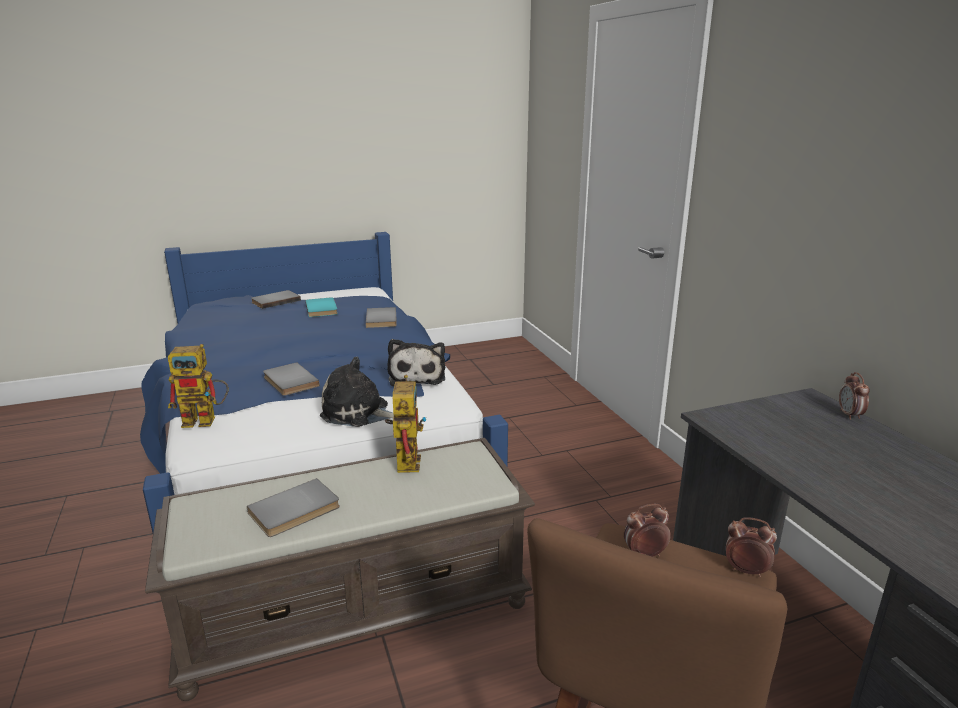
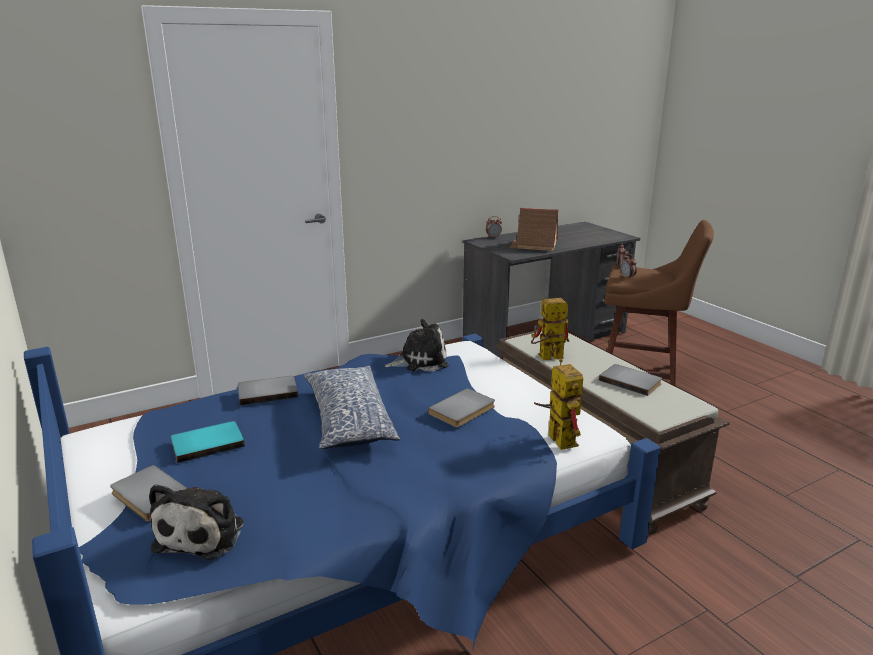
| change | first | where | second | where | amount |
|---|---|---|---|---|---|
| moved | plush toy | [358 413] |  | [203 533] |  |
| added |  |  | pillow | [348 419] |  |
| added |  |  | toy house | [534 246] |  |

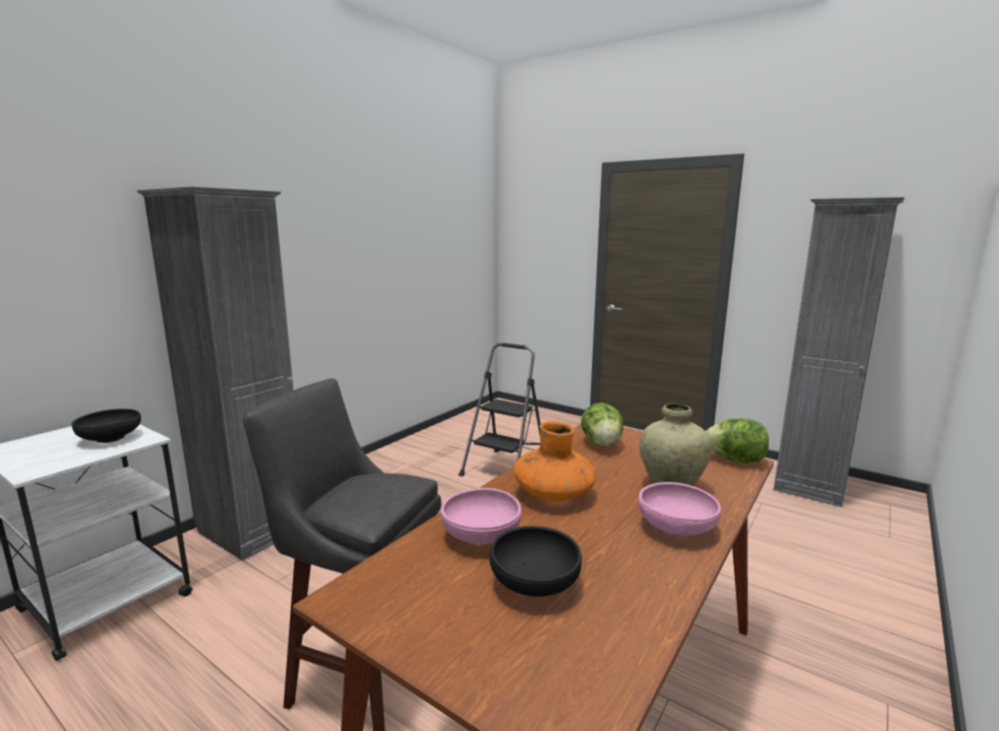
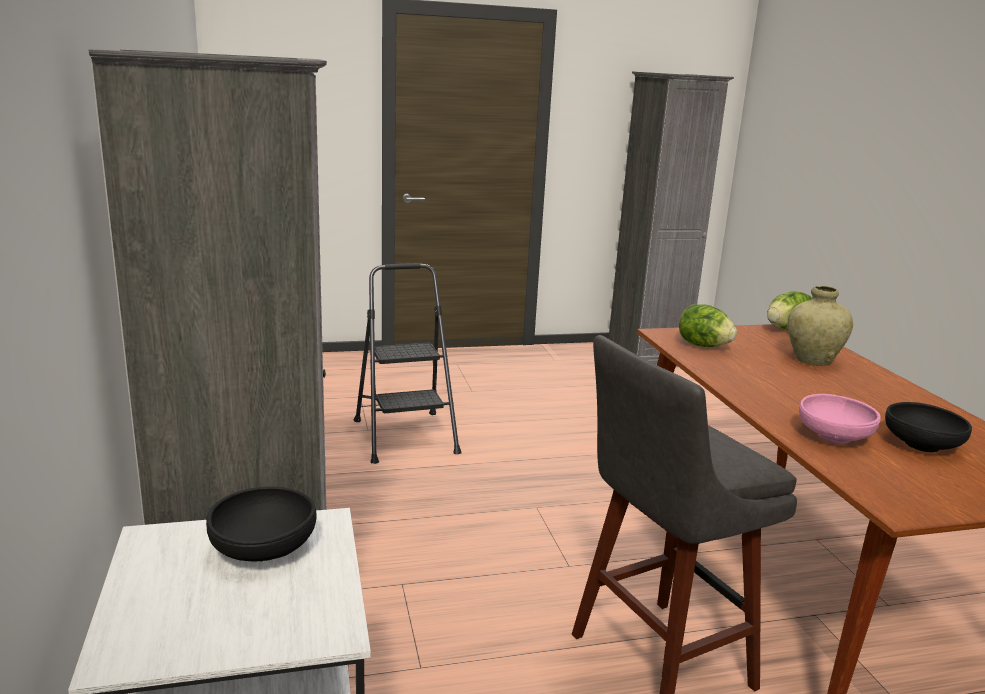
| change | first | where | second | where | amount |
|---|---|---|---|---|---|
| removed | orange vase | [553 493] |  |  |  |
| removed | pink bowl | [676 528] |  |  |  |

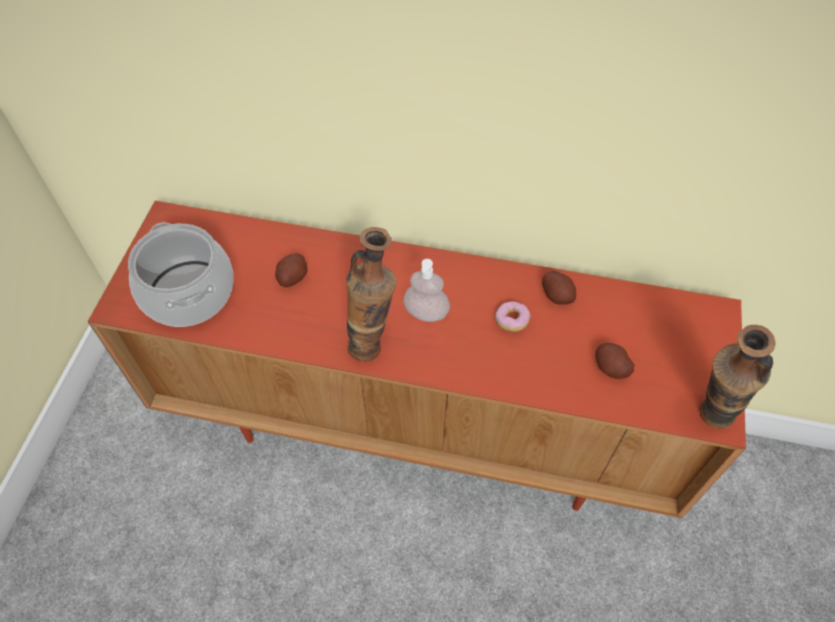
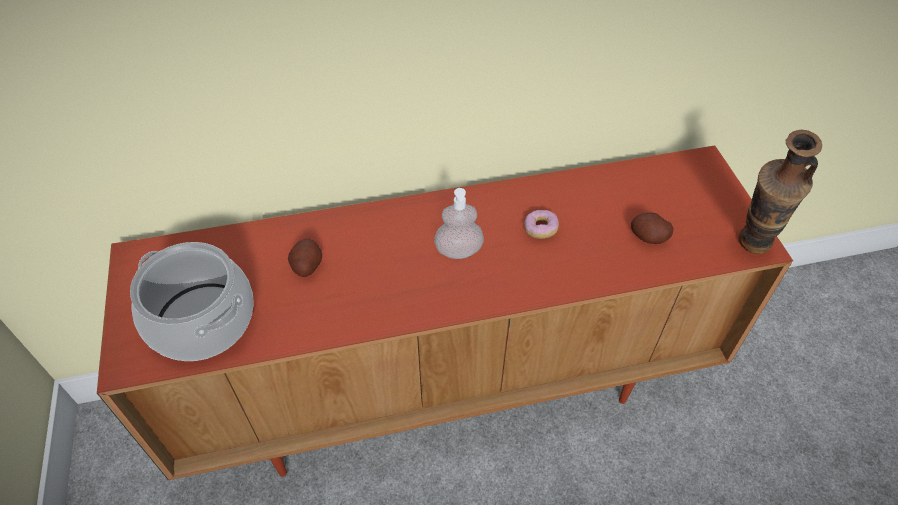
| change | first | where | second | where | amount |
|---|---|---|---|---|---|
| removed | vase | [373 343] |  |  |  |
| removed | potato | [557 295] |  |  |  |

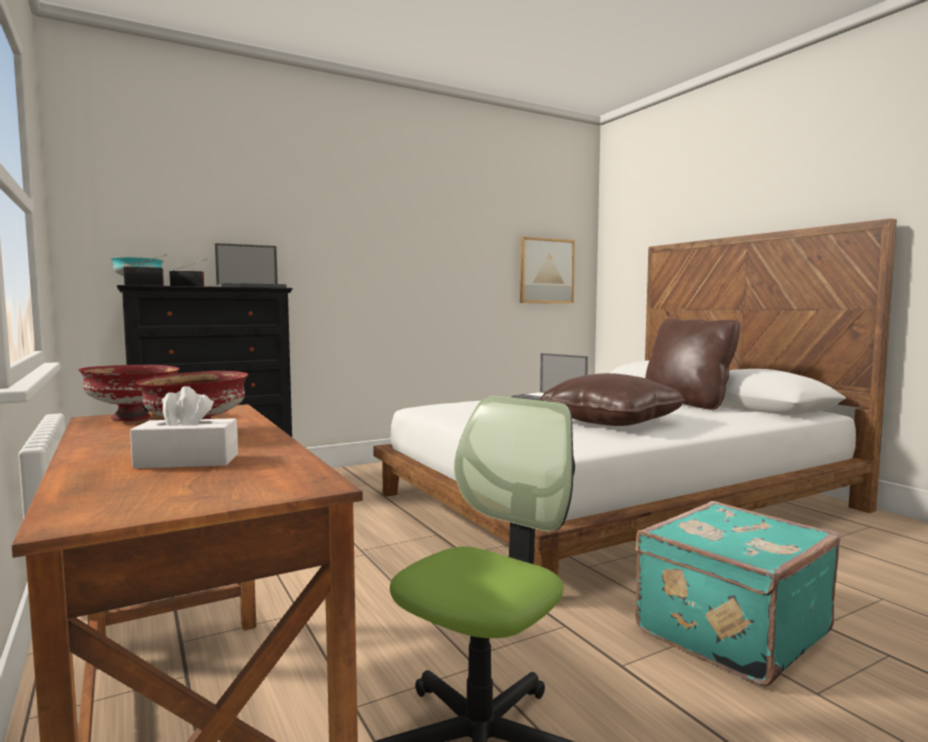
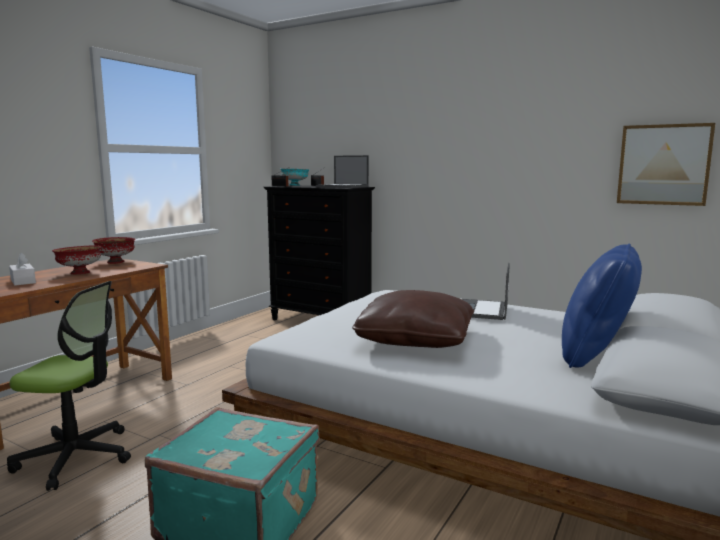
| change | first | where | second | where | amount |
|---|---|---|---|---|---|
| recoloured | brown pillow | [687 404] | blue pillow | [596 356] |  |

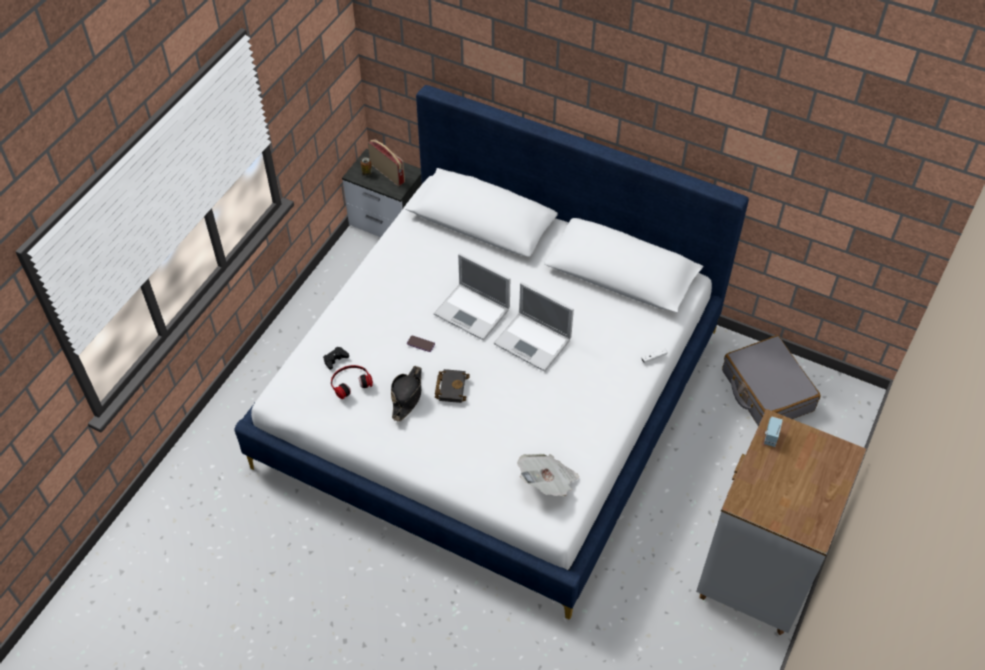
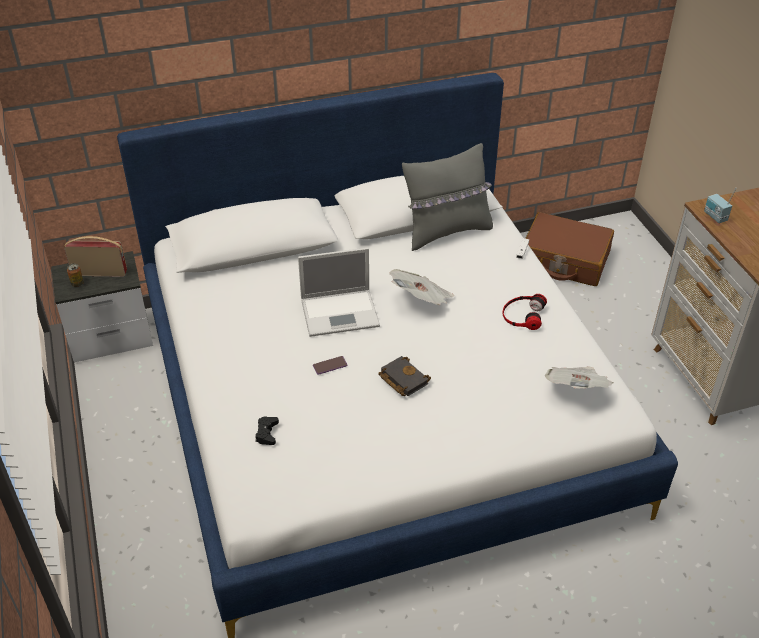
| change | first | where | second | where | amount |
|---|---|---|---|---|---|
| moved | headphones | [350 382] |  | [523 315] |  |
| removed | black hat | [407 396] |  |  |  |
| replaced | laptop | [533 342] | newspaper | [422 300] |  |
| recoloured | grey suitcase | [766 391] | brown suitcase | [564 260] |  |
| added |  |  | grey pillow | [446 232] |  |

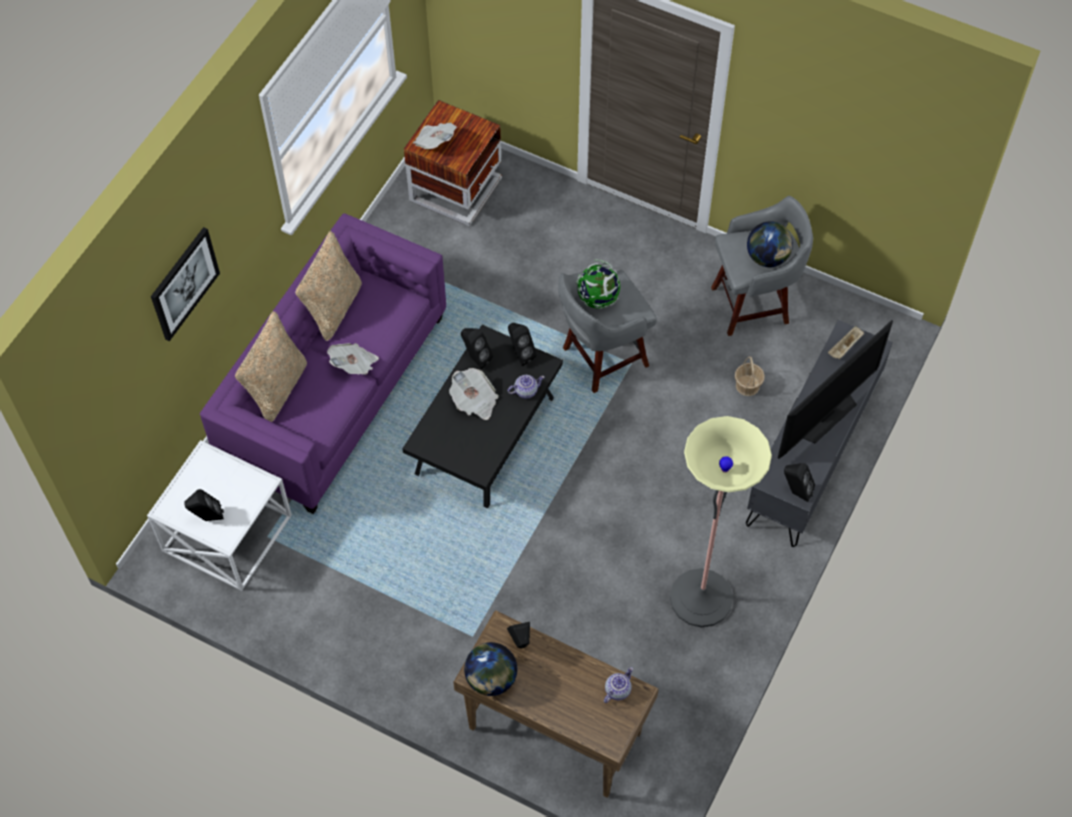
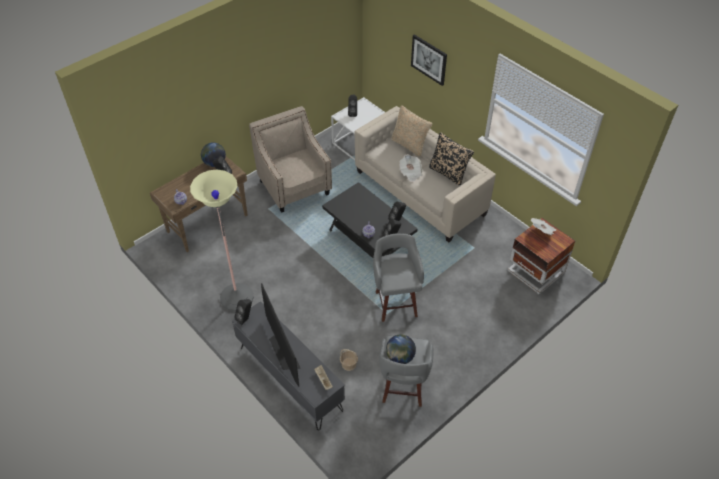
| change | first | where | second | where | amount |
|---|---|---|---|---|---|
| recoloured | purple sofa | [335 393] | beige sofa | [419 193] |  |
| recoloured | beige pillow | [334 308] | black pillow | [448 174] |  |
| removed | newspaper | [474 401] |  |  |  |
| removed | globe | [598 298] |  |  |  |
| added |  |  | beige armchair | [294 187] |  |

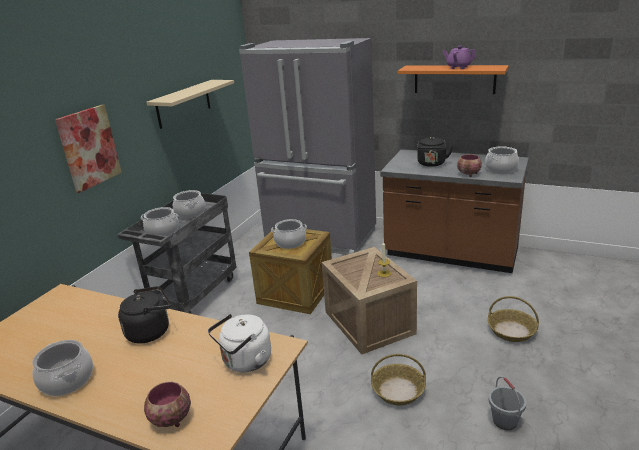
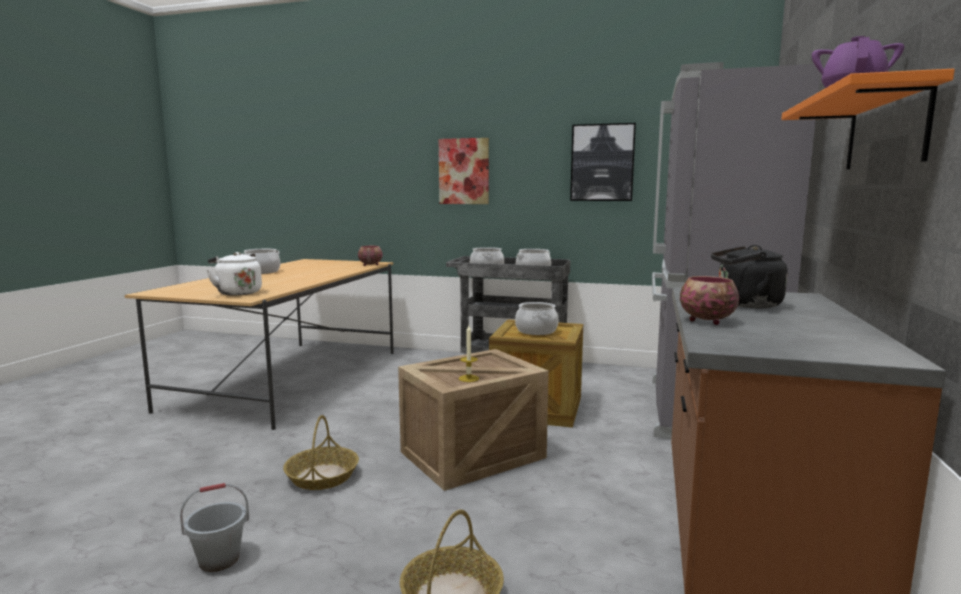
| change | first | where | second | where | amount |
|---|---|---|---|---|---|
| removed | black kettle | [151 331] |  |  |  |
| moved | bowl | [170 419] |  | [370 265] |  |
| replaced | beige shelf | [183 104] | picture | [602 163] |  |
| removed | cooking pot | [500 169] |  |  |  |

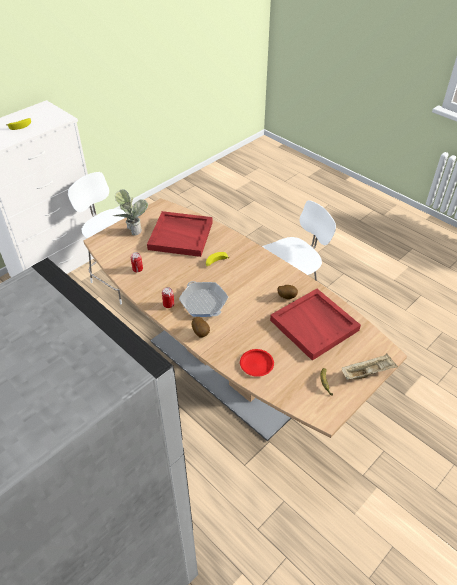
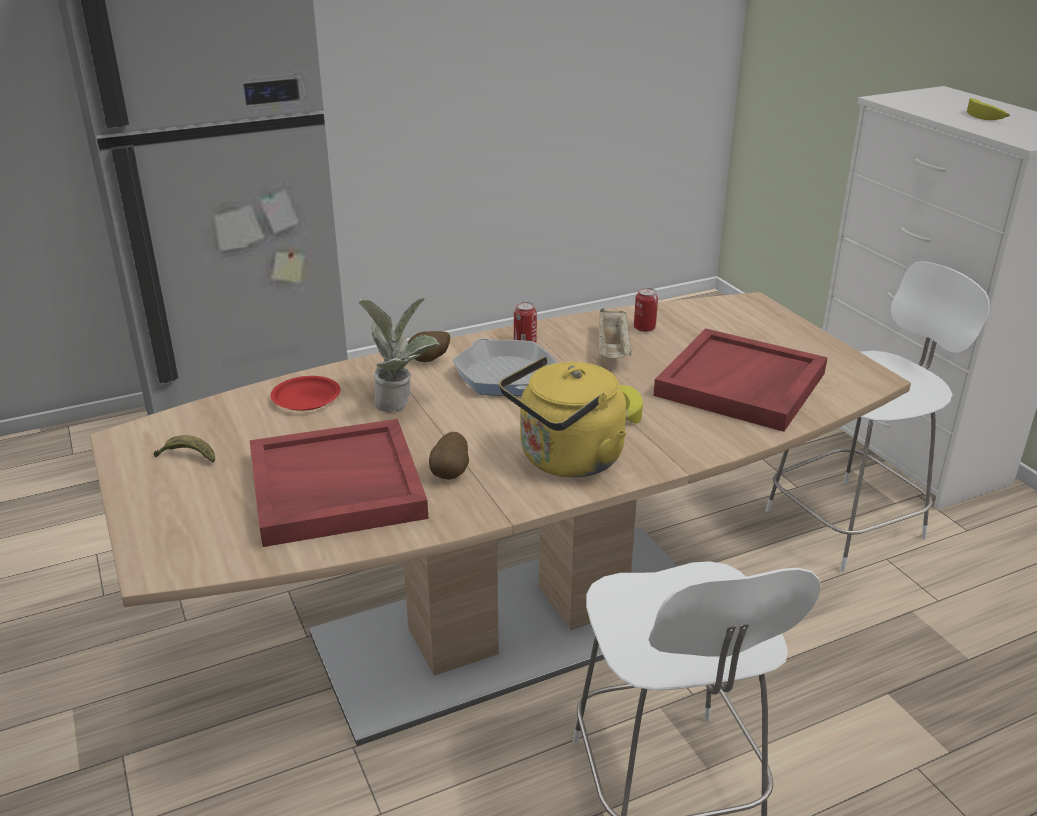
| change | first | where | second | where | amount |
|---|---|---|---|---|---|
| moved | potted plant | [132 229] |  | [401 402] |  |
| turned | frying pan | [203 303] |  | [505 375] | 75 degrees clockwise |
| moved | beige tray | [367 372] |  | [613 350] |  |
| added |  |  | yellow kettle | [566 460] |  |

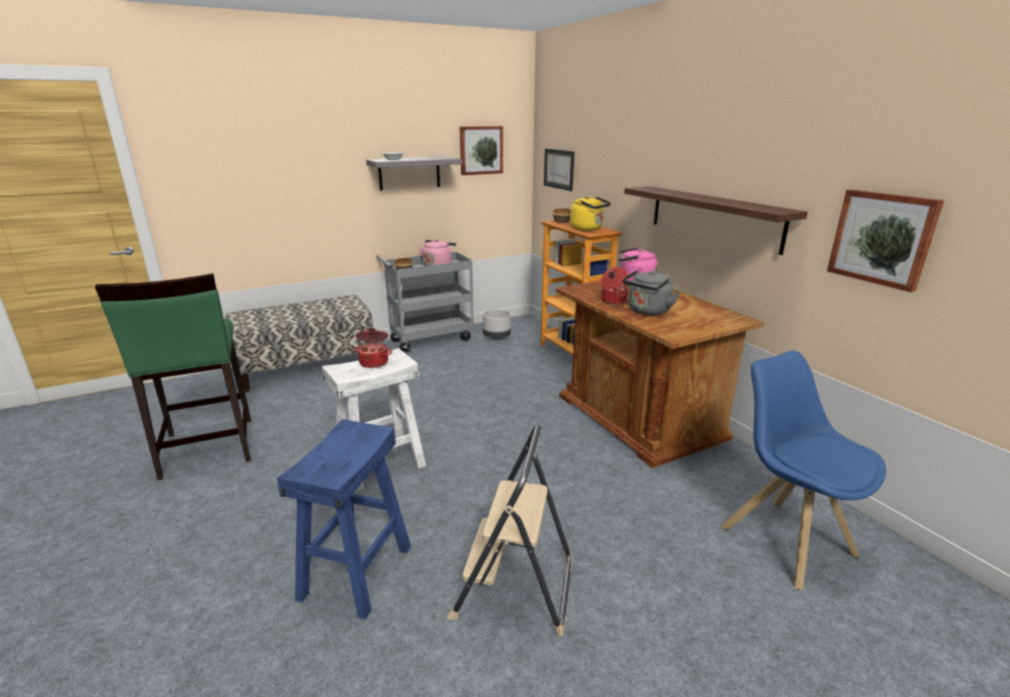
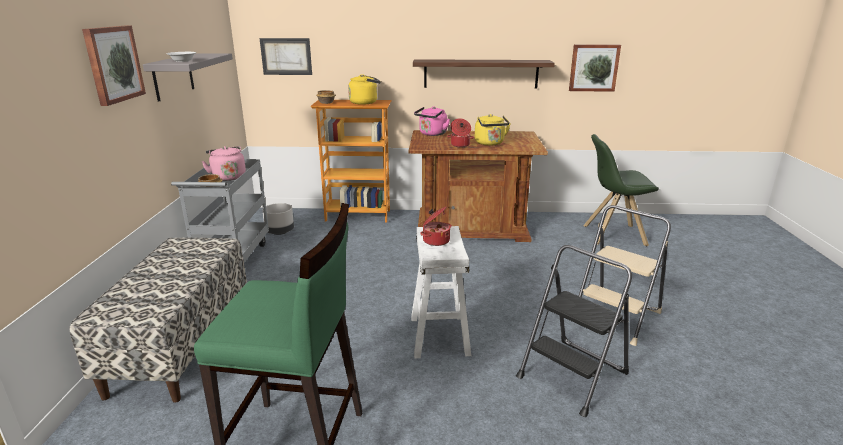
| change | first | where | second | where | amount |
|---|---|---|---|---|---|
| replaced | blue stool | [357 572] | black step ladder | [575 373] |  |
| moved | picture | [481 150] |  | [113 64] |  |
| recoloured | grey kettle | [647 311] | yellow kettle | [490 143] |  |
| recoloured | blue chair | [786 540] | green chair | [613 235] |  |

